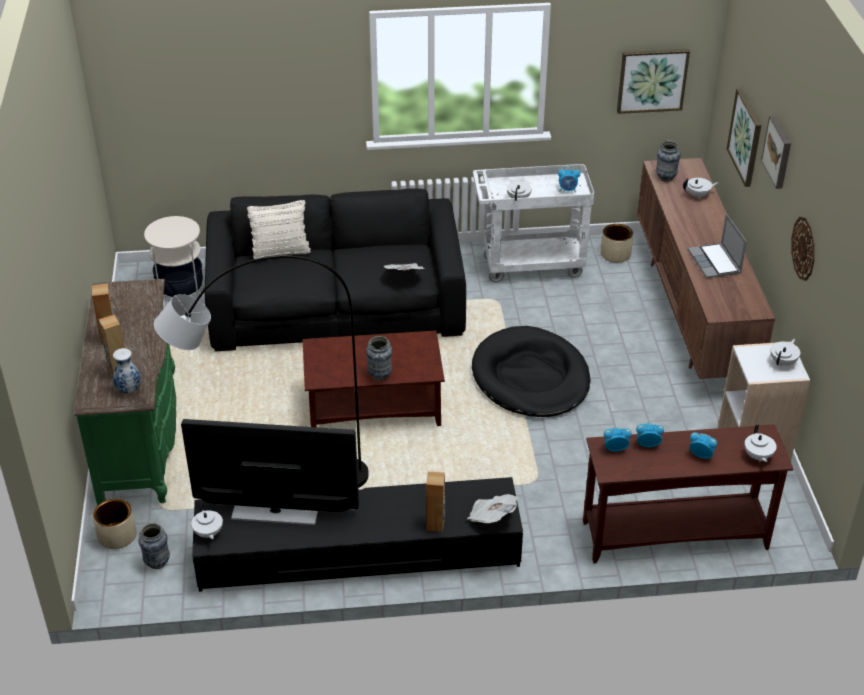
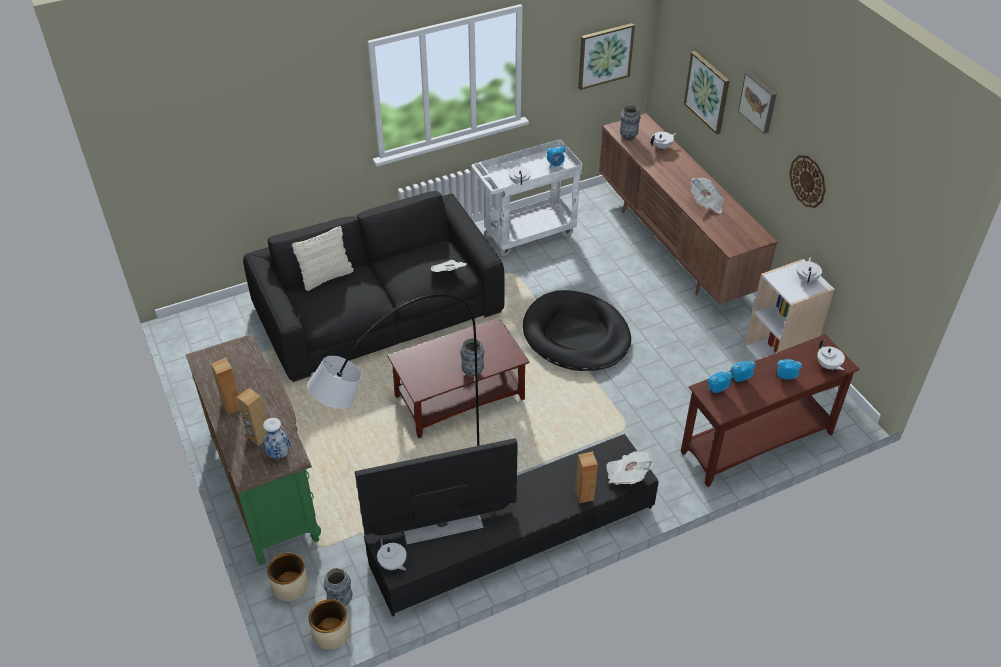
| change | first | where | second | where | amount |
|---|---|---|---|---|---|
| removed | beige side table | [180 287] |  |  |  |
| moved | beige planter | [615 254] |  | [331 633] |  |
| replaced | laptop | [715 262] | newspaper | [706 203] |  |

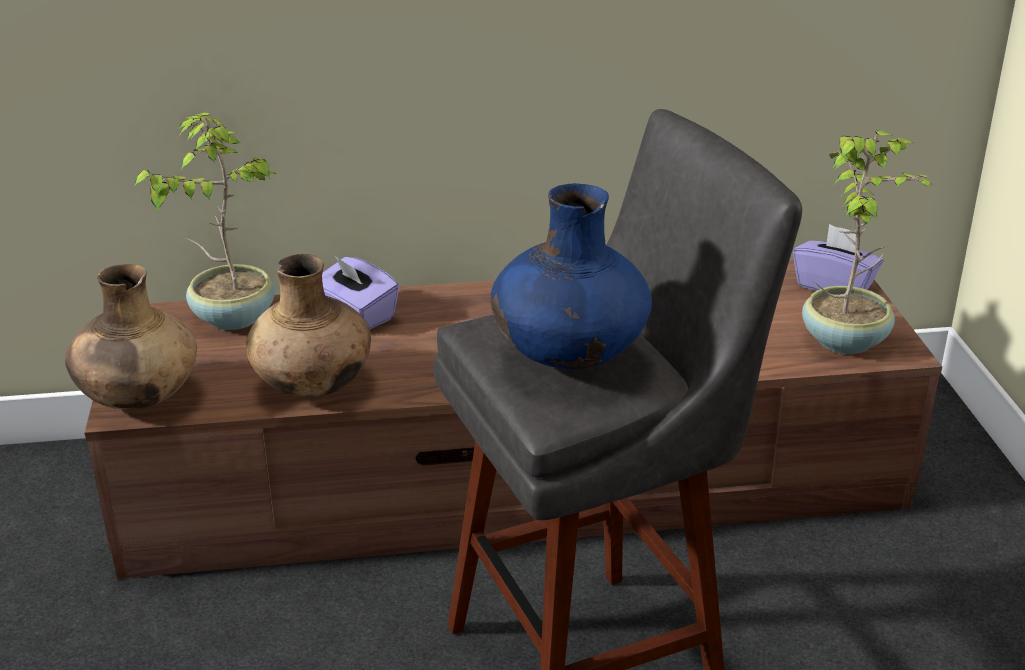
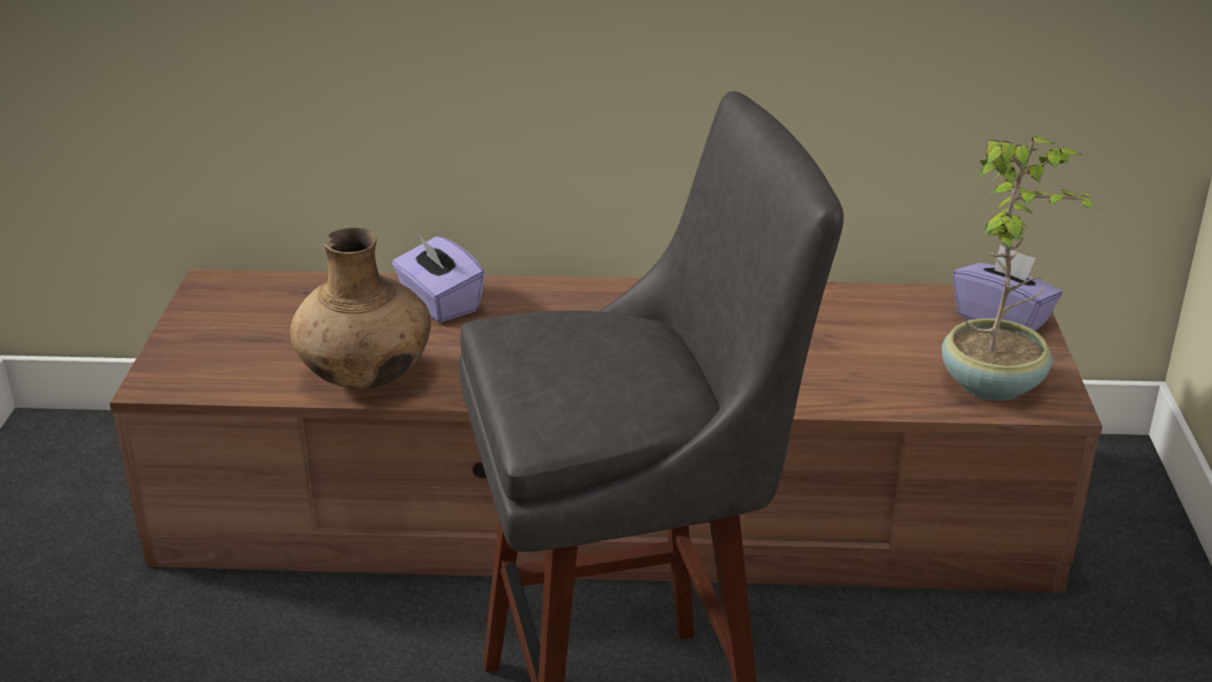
| change | first | where | second | where | amount |
|---|---|---|---|---|---|
| removed | brown vase | [138 399] |  |  |  |
| removed | potted plant | [232 317] |  |  |  |
| removed | blue vase | [568 357] |  |  |  |

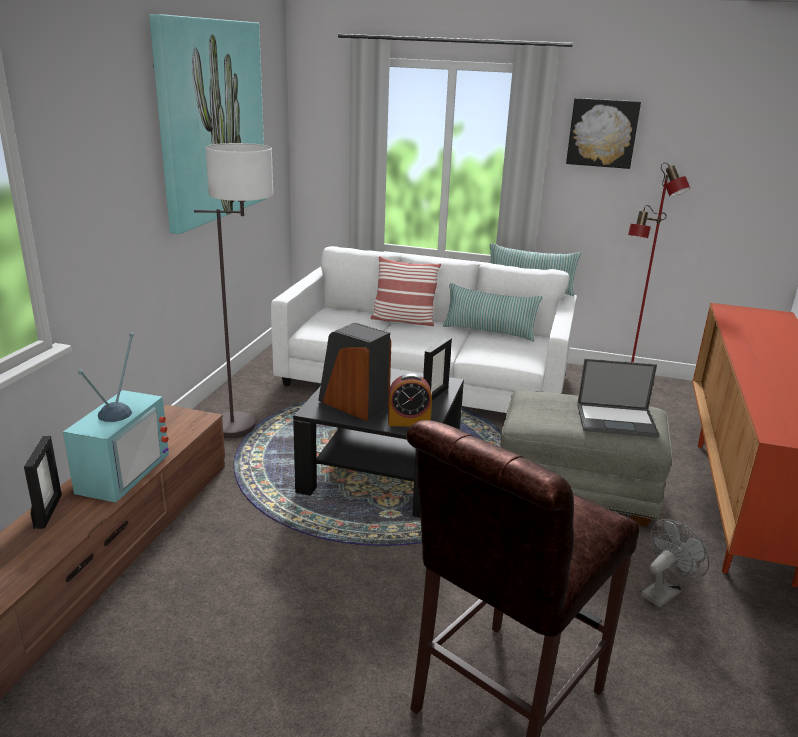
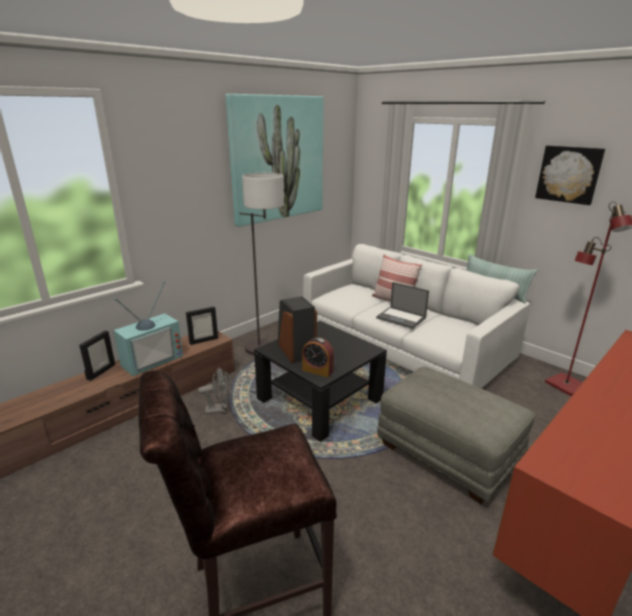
| change | first | where | second | where | amount |
|---|---|---|---|---|---|
| moved | picture frame | [434 395] |  | [203 340] |  |
| removed | pillow | [489 331] |  |  |  |
| moved | laptop | [617 420] |  | [401 318] |  |
| moved | grey fan | [664 591] |  | [220 409] |  |

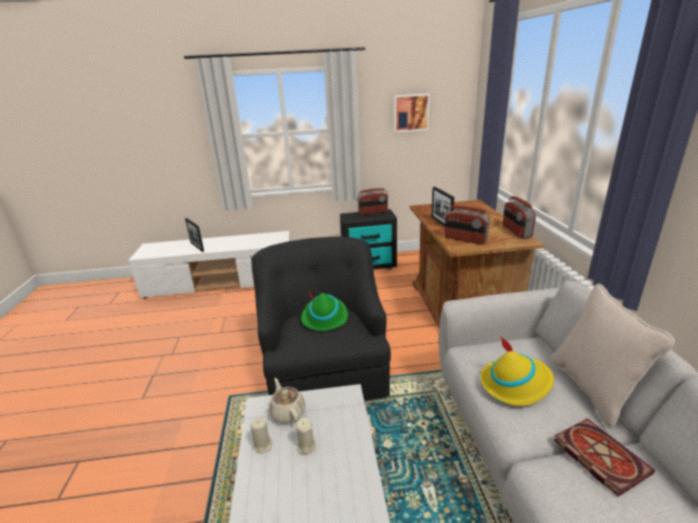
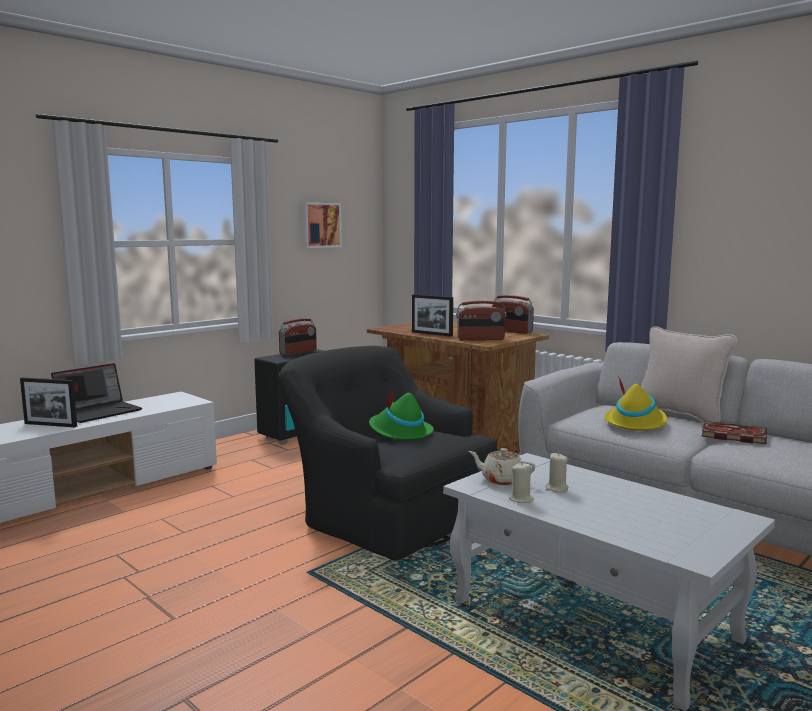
| change | first | where | second | where | amount |
|---|---|---|---|---|---|
| added |  |  | laptop | [100 412] |  |

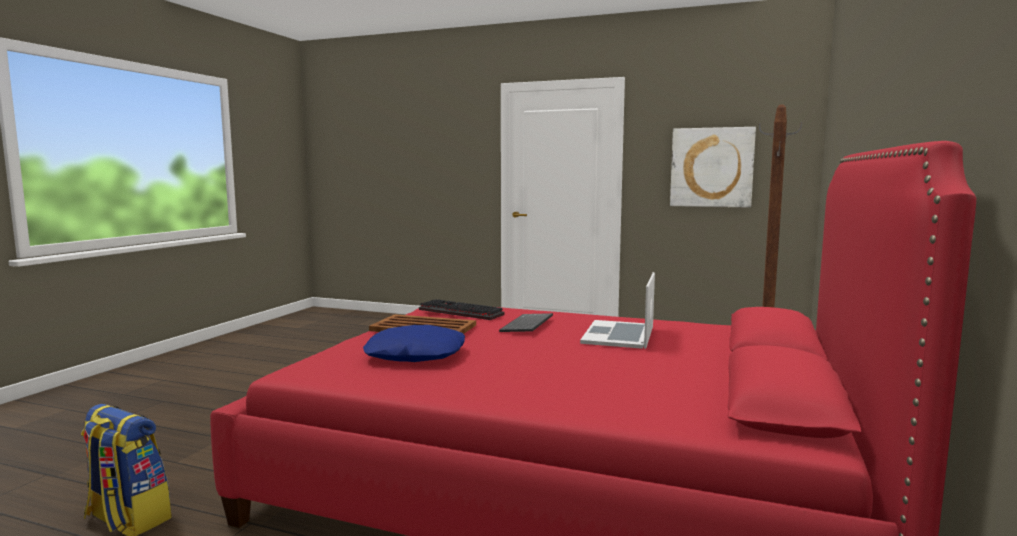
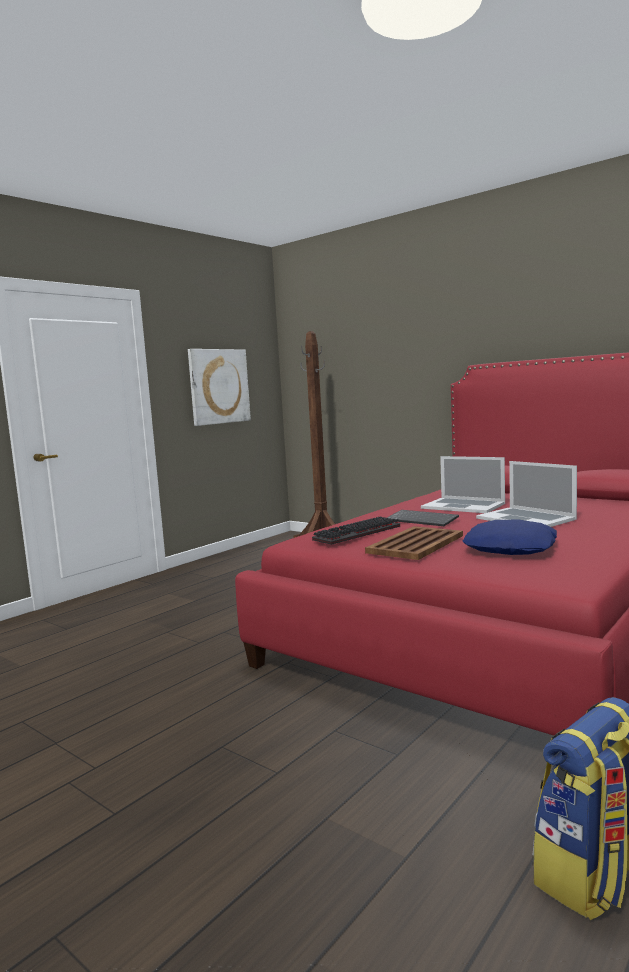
| change | first | where | second | where | amount |
|---|---|---|---|---|---|
| added |  |  | laptop | [526 519] |  |

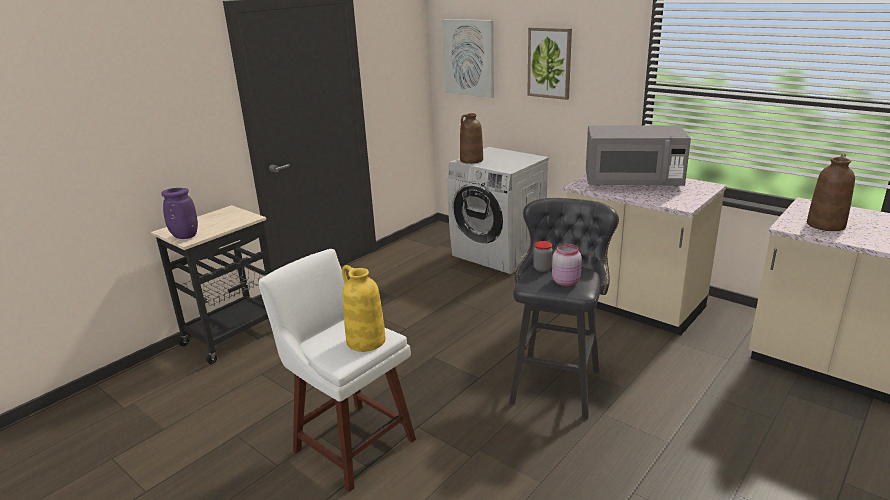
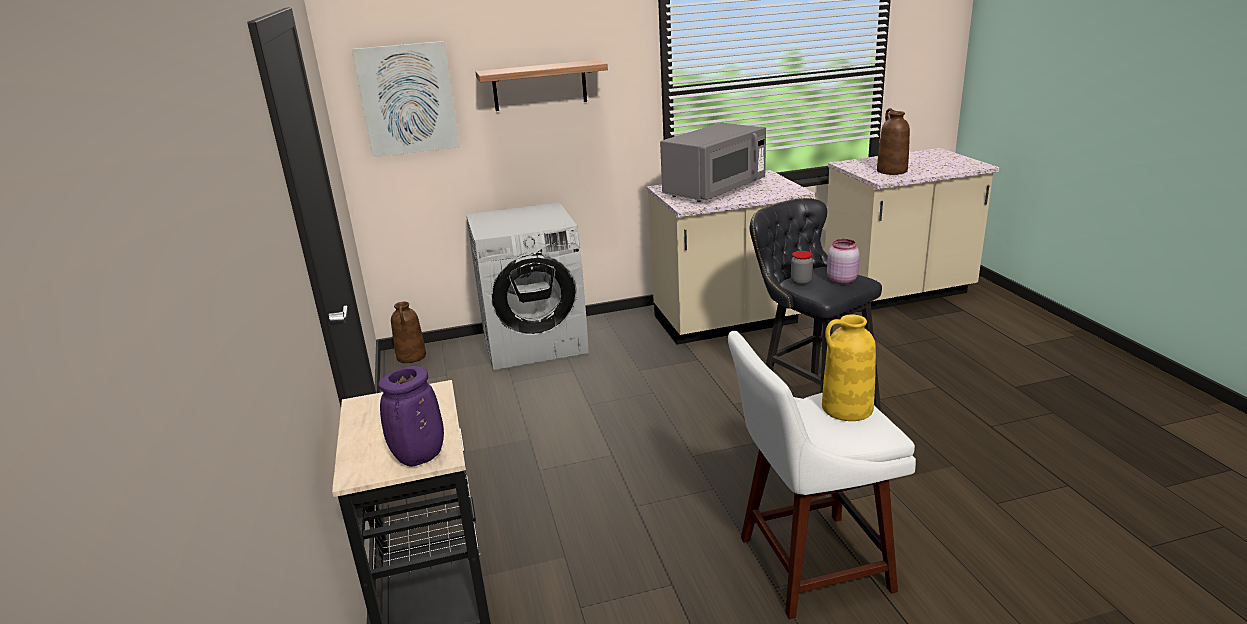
| change | first | where | second | where | amount |
|---|---|---|---|---|---|
| moved | brown vase | [471 160] |  | [412 356] |  |
| replaced | picture | [549 63] | shelf | [539 85] |  |

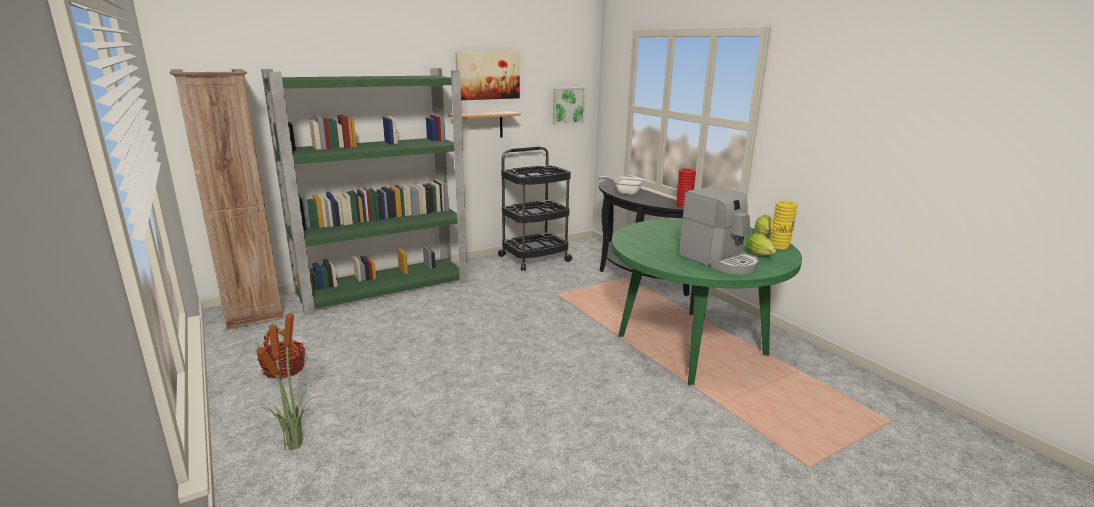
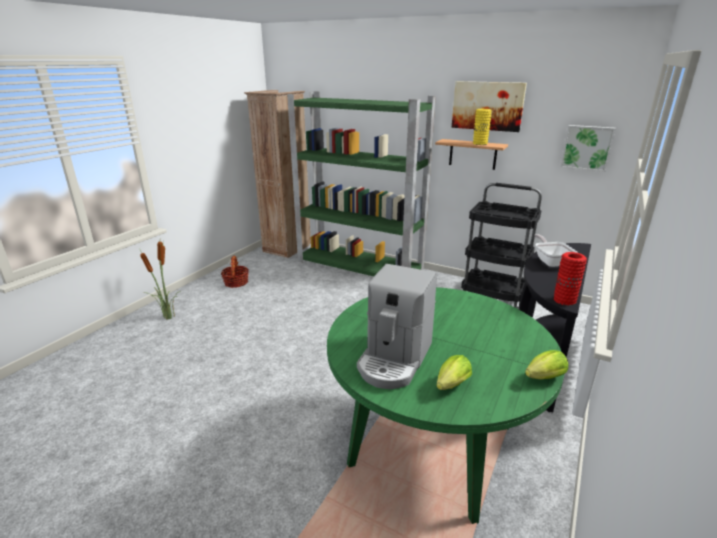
| change | first | where | second | where | amount |
|---|---|---|---|---|---|
| moved | yellow vase | [779 246] |  | [480 144] |  |

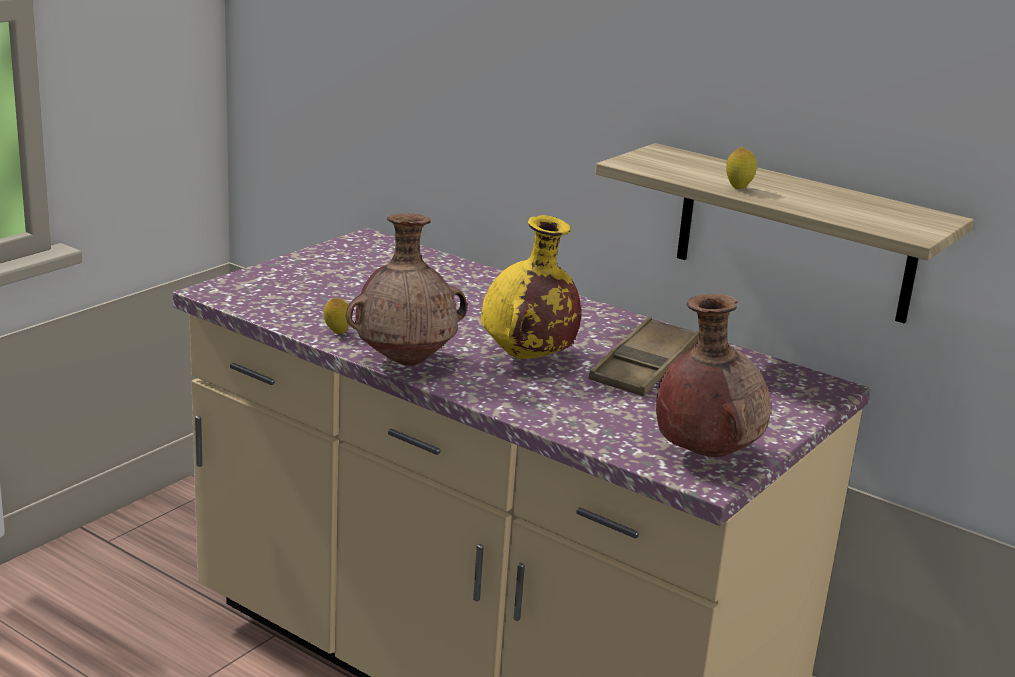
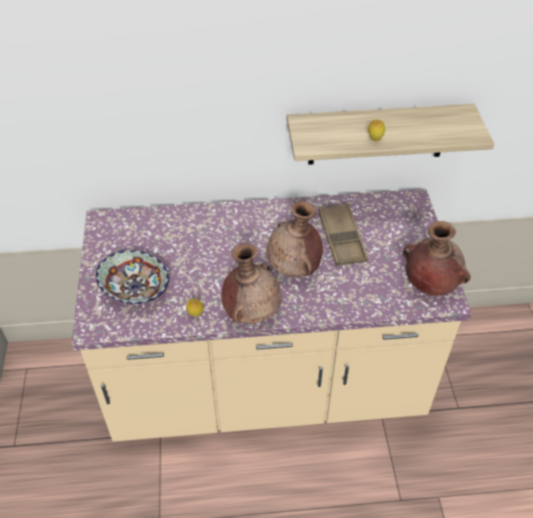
| change | first | where | second | where | amount |
|---|---|---|---|---|---|
| recoloured | yellow vase | [527 358] | brown vase | [294 269] |  |
| added |  |  | bowl | [135 289] |  |

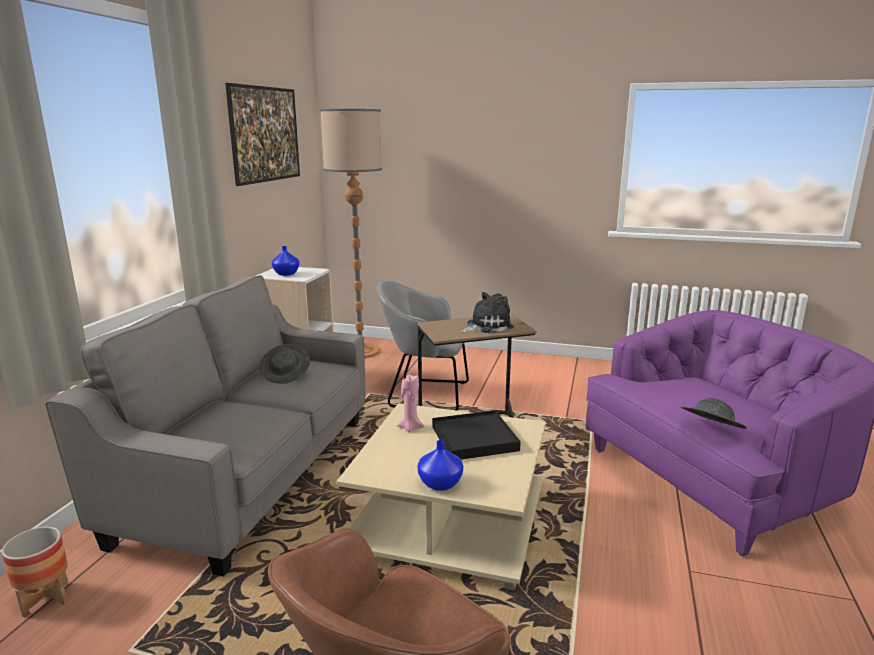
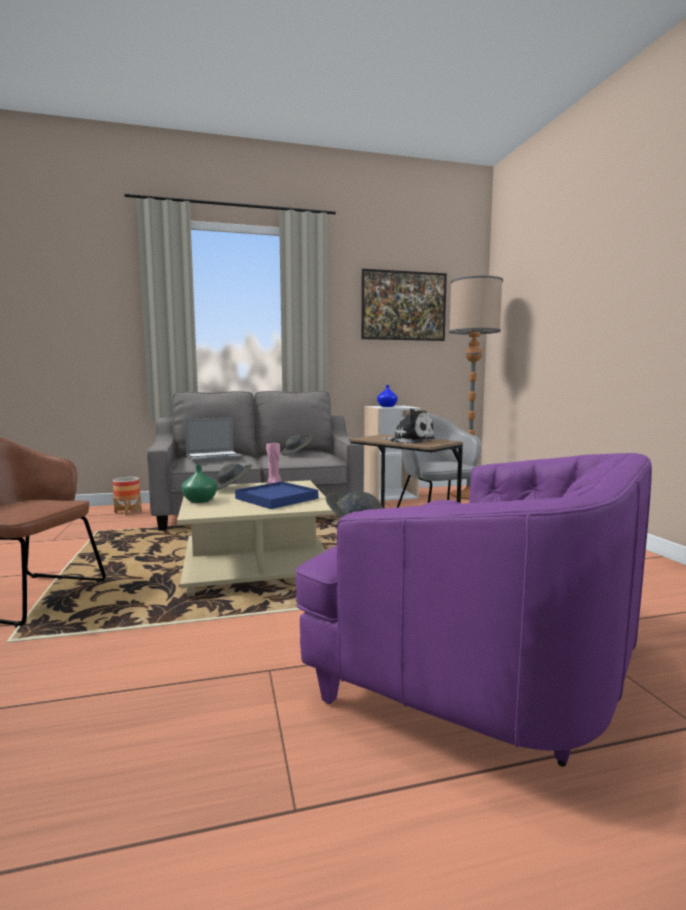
| change | first | where | second | where | amount |
|---|---|---|---|---|---|
| recoloured | blue vase | [439 483] | green vase | [199 500] |  |
| recoloured | black tray | [474 439] | blue tray | [276 498] |  |
| added |  |  | laptop | [214 457] |  |
| added |  |  | grey hat | [233 488] |  |

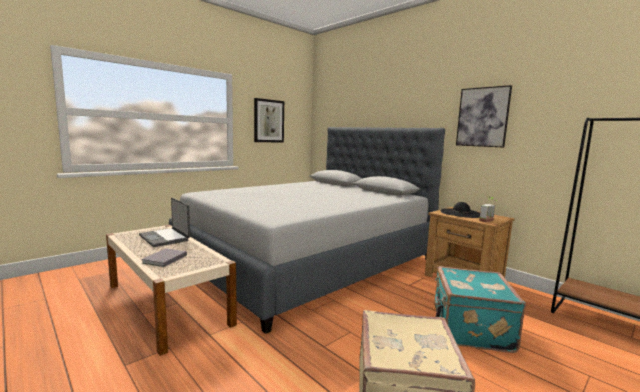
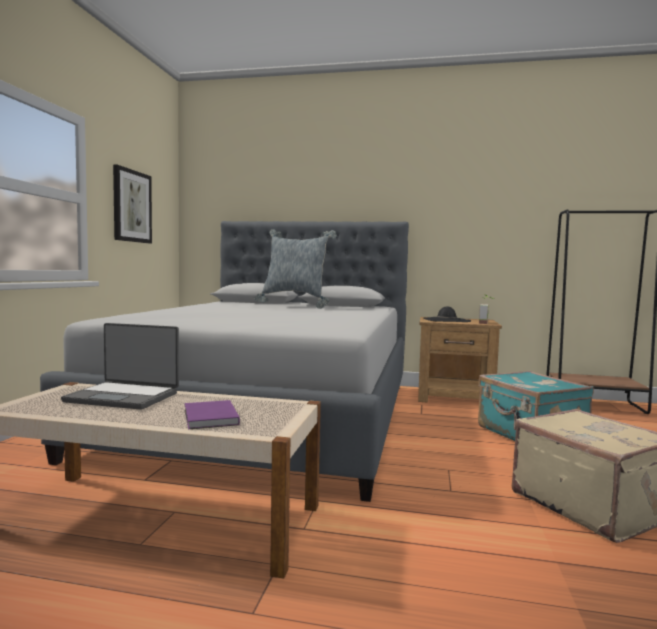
| change | first | where | second | where | amount |
|---|---|---|---|---|---|
| recoloured | grey book | [163 259] | purple book | [209 418] |  |
| removed | picture | [482 117] |  |  |  |
| added |  |  | pillow | [295 306] |  |

